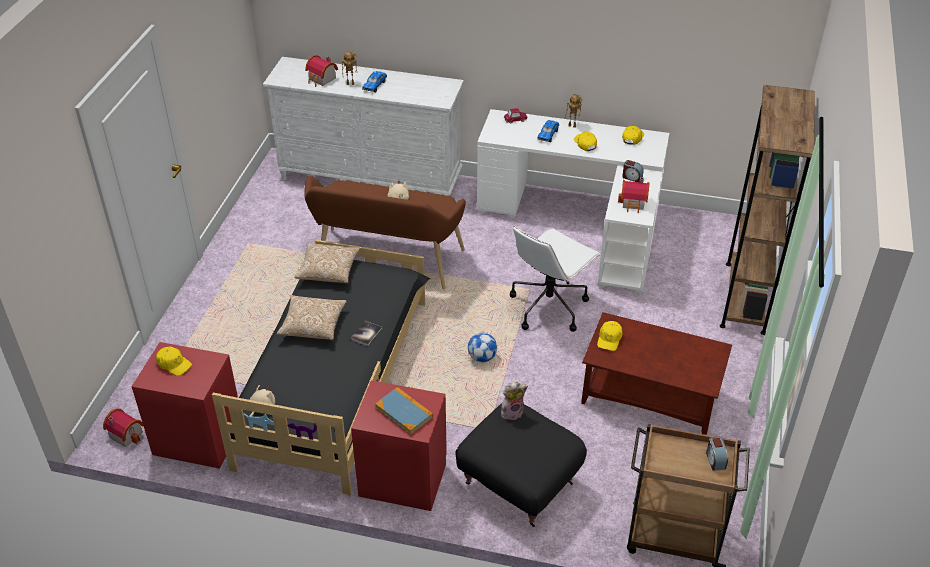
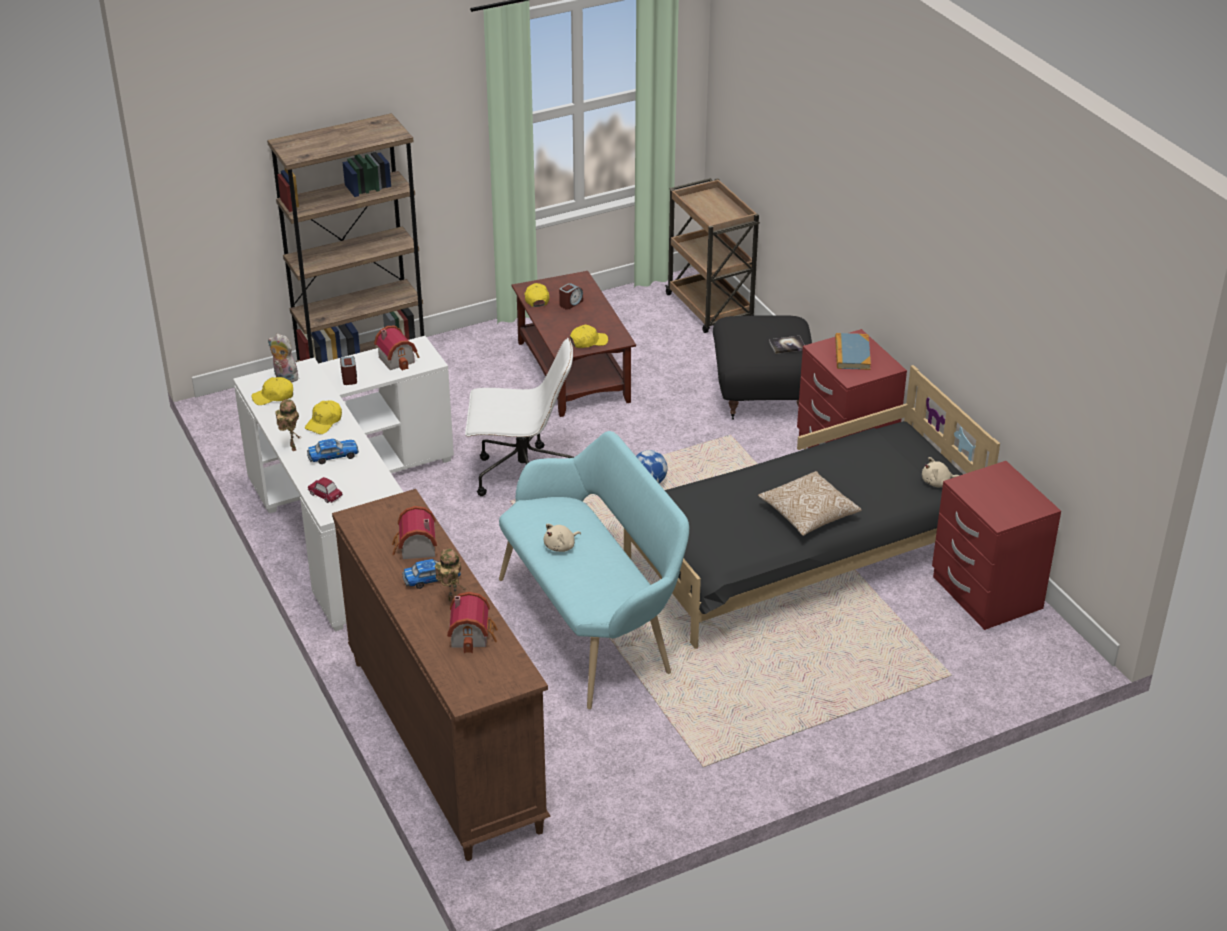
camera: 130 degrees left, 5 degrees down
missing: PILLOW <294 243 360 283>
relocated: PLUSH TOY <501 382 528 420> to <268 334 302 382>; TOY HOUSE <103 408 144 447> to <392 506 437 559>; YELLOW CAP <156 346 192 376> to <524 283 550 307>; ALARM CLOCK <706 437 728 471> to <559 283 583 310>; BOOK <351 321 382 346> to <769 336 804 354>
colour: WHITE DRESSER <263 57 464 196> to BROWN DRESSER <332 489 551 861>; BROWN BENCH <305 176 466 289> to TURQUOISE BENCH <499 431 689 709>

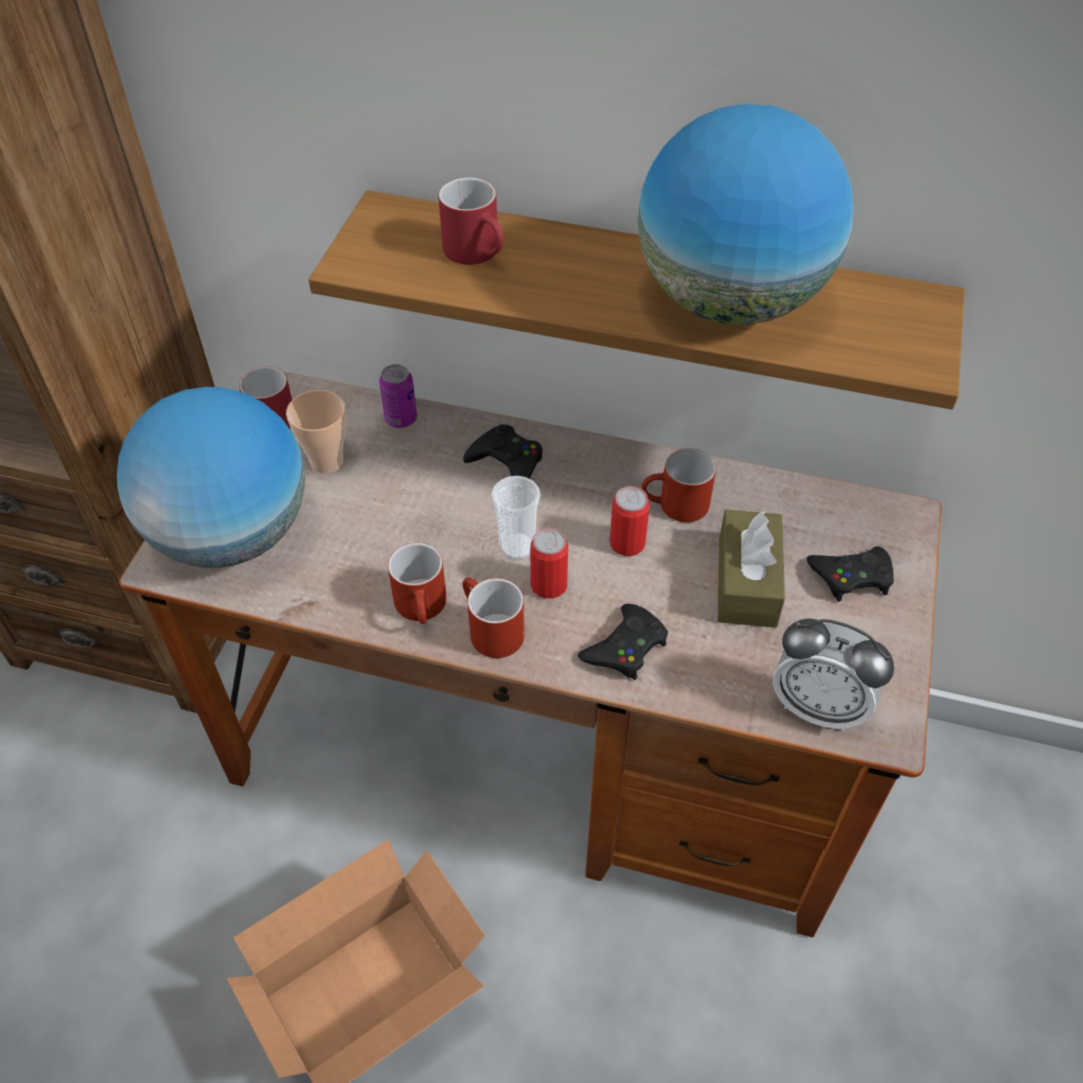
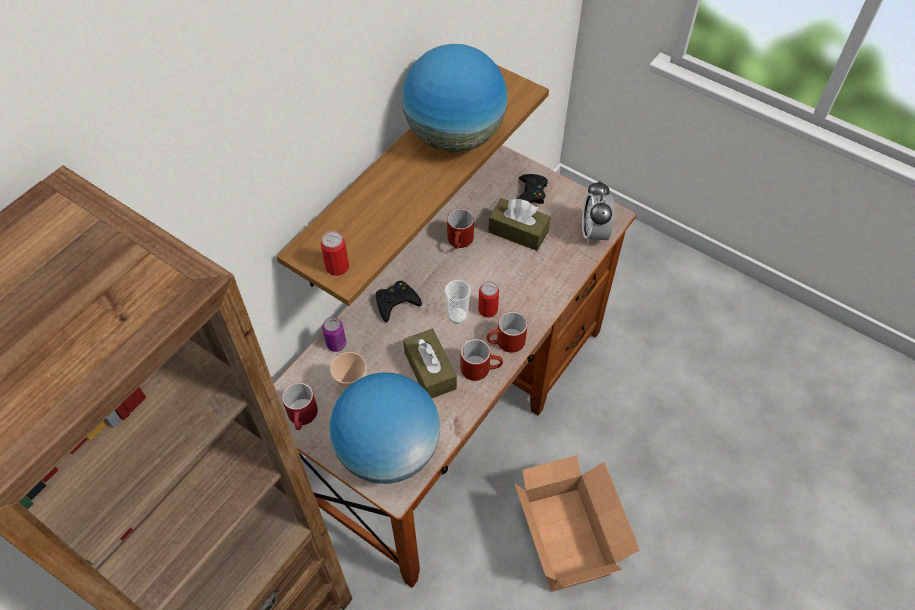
camera: 70 degrees left, 5 degrees up
missing: RED MUG <438 178 504 265>; BLACK GAME CONTROLLER <577 604 668 680>
appeared: BROWN TISSUE BOX <403 329 457 398>
relocated: CAN <610 486 650 556> to <321 231 349 276>
spun: ALARM CLOCK <773 618 894 732> = <582 180 615 244> 135 degrees clockwise

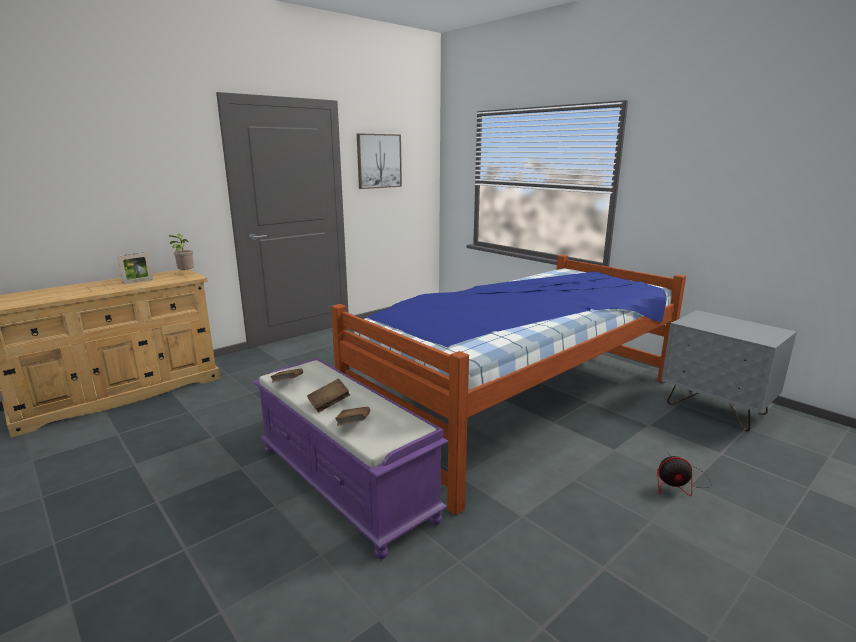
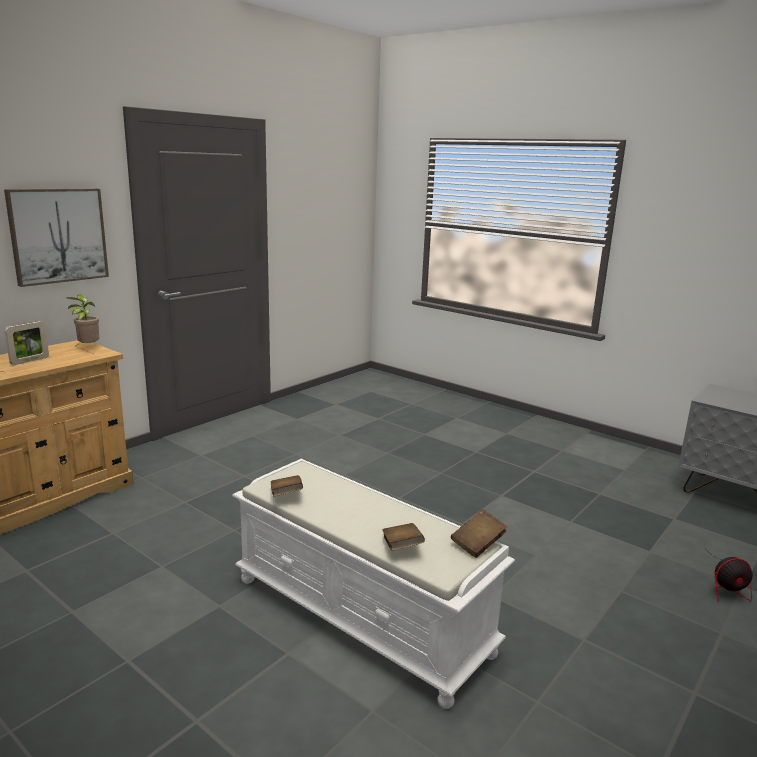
camera: 10 degrees left, 0 degrees up
missing: BED <331 255 686 516>
relocated: PICTURE <357 133 402 189> to <4 189 109 287>; BROWN BOOK <307 378 350 412> to <451 509 508 558>
colour: PURPLE BENCH <253 358 448 559> to WHITE BENCH <232 459 515 709>

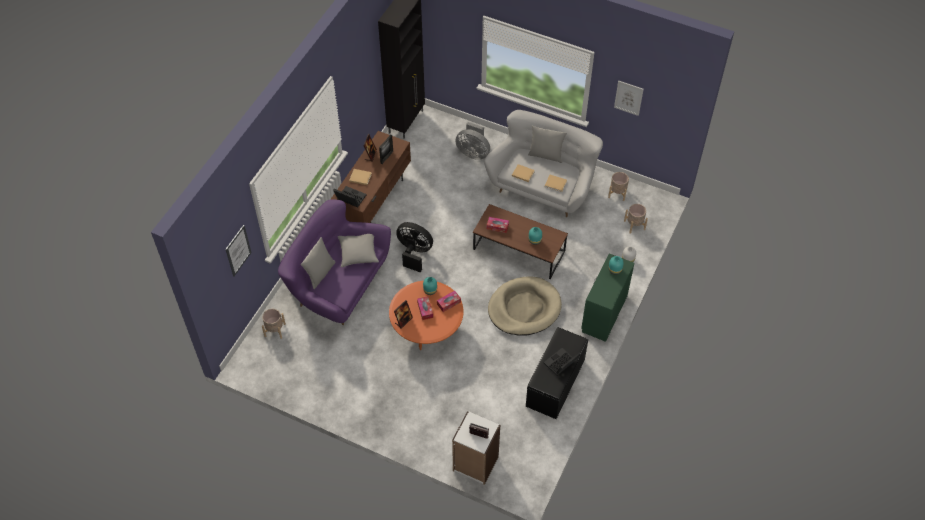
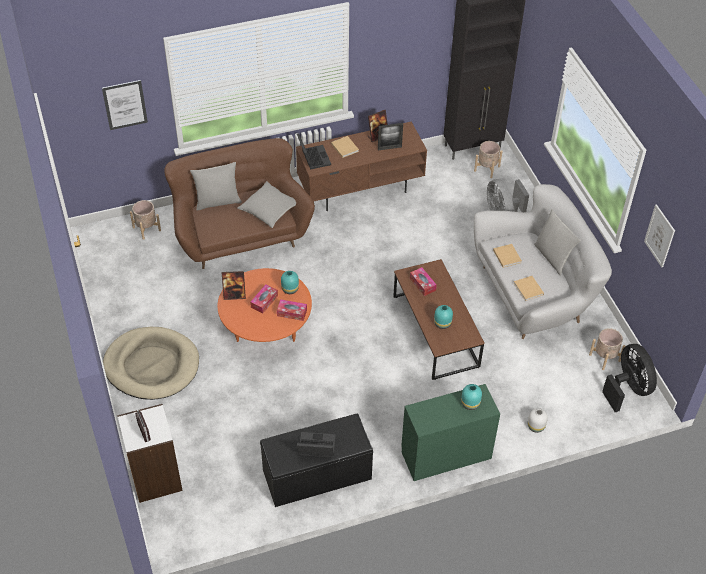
camera: 45 degrees right, 5 degrees down
relocated: BEIGE DOG BED <488 276 562 336> to <103 327 199 400>; BEIGE PLANTER <624 204 648 234> to <474 141 502 178>; BLACK FAN <396 222 433 273> to <602 344 657 412>
colour: PURPLE SOFA <278 199 391 325> to BROWN SOFA <164 138 315 269>

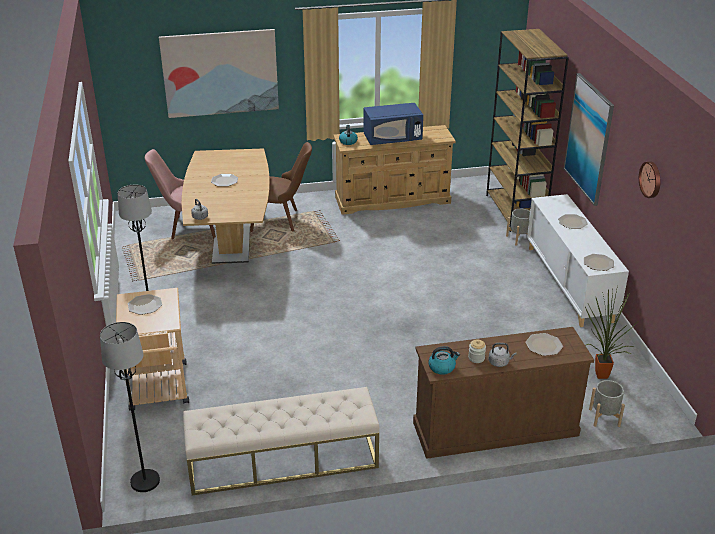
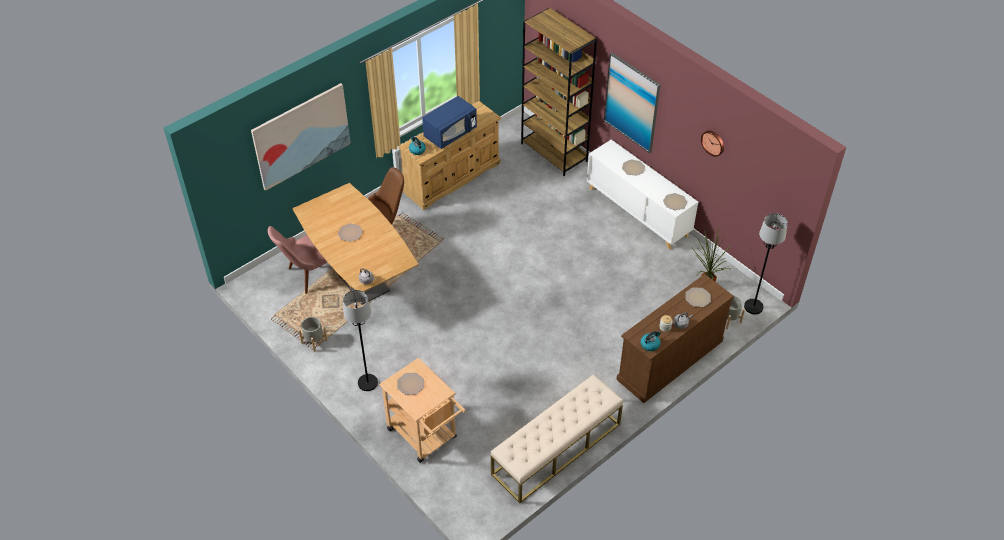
camera: 30 degrees left, 15 degrees up
relocated: GREY PLANTER <506 209 530 246> to <298 317 328 352>; BLACK FLOOR LAMP <100 322 160 492> to <744 213 788 314>

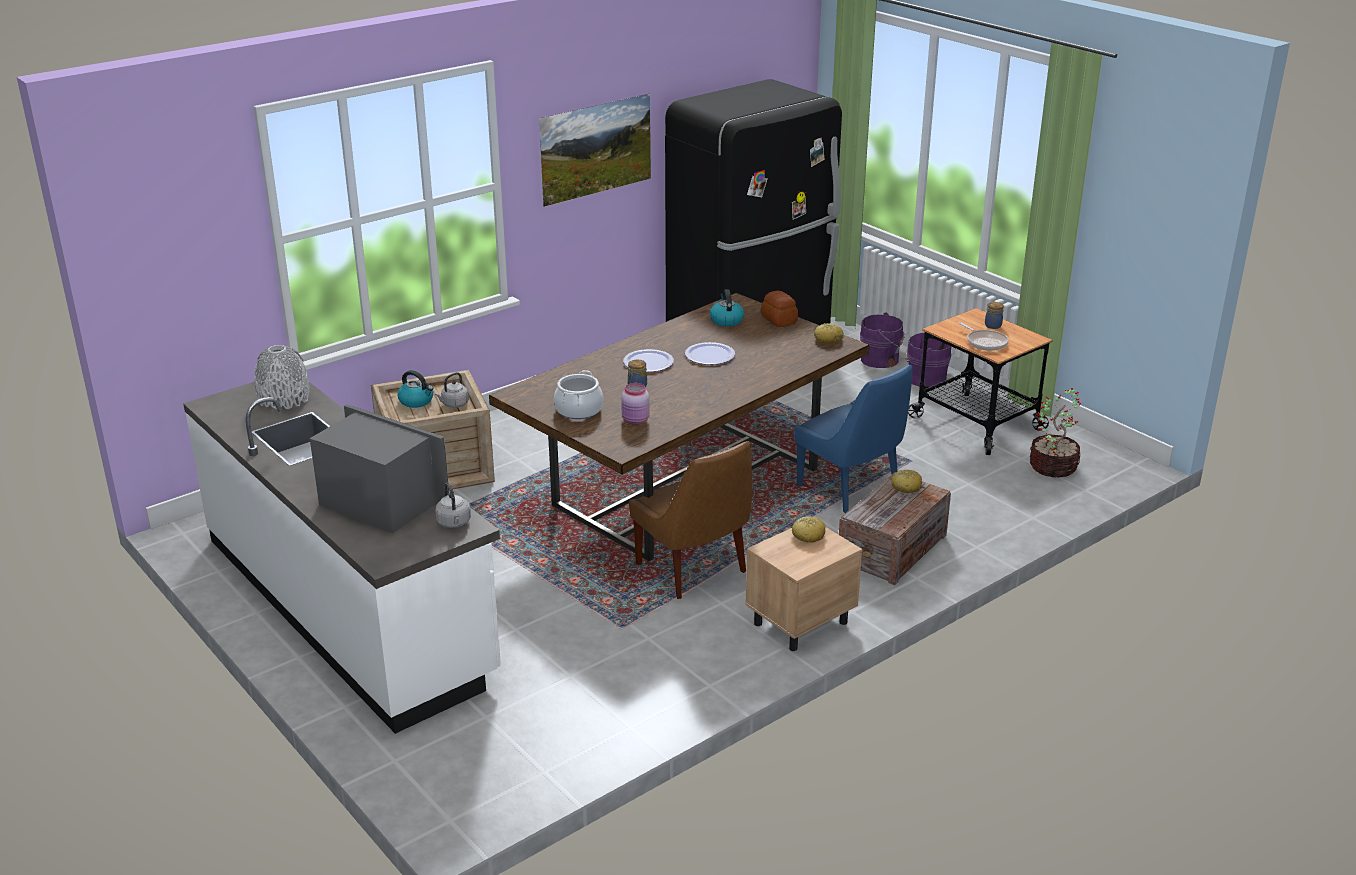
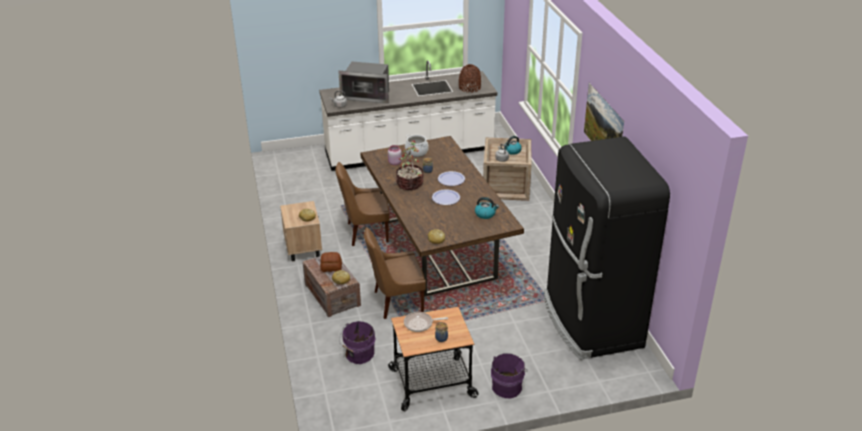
camera: 115 degrees right, 5 degrees up
relocated: BREAD <761 291 798 327> to <320 252 342 272>; PURPLE BUCKET <860 313 904 368> to <339 321 375 364>; POTTED PLANT <1030 388 1081 477> to <396 140 423 190>
colour: BLUE CHAIR <794 364 913 513> to BROWN CHAIR <364 227 426 319>; GREY VASE <254 345 310 410> to BROWN VASE <459 64 481 92>
spun: MICROWAVE <310 404 449 533> = <338 62 389 104> 45 degrees clockwise

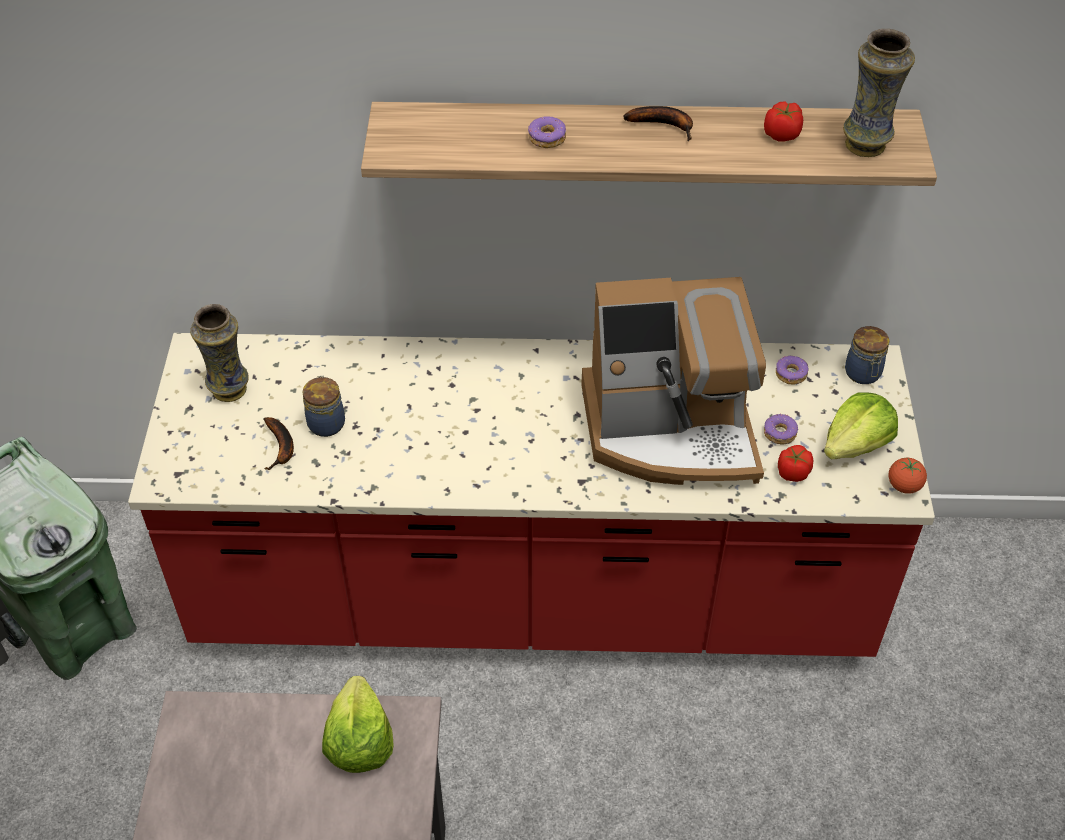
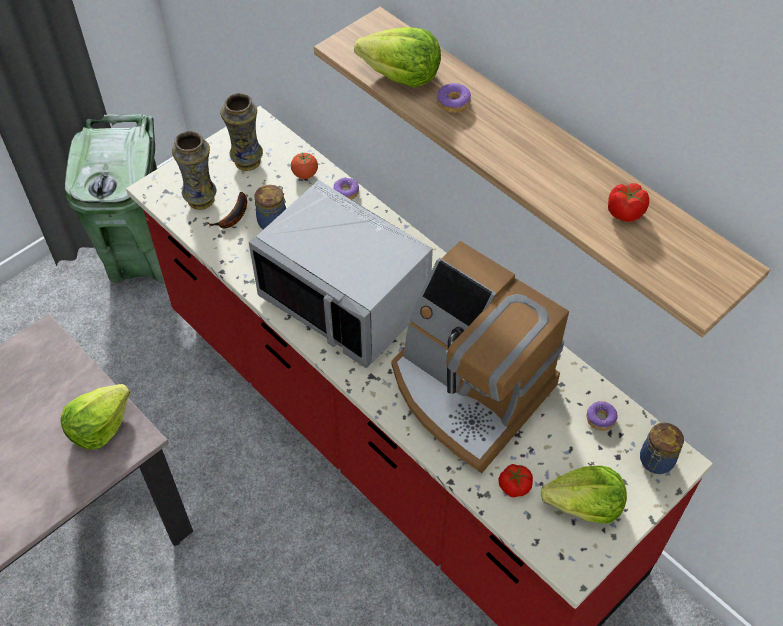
camera: 45 degrees right, 5 degrees up
missing: BANANA <623 106 693 141>
appeared: GREY MICROWAVE <249 180 433 368>; LETTUCE <354 27 441 88>
relocated: VASE <843 29 915 157> to <172 131 216 210>; TOMATO <889 458 927 494> to <291 153 318 179>; DONUT <764 414 798 445> to <333 178 359 200>

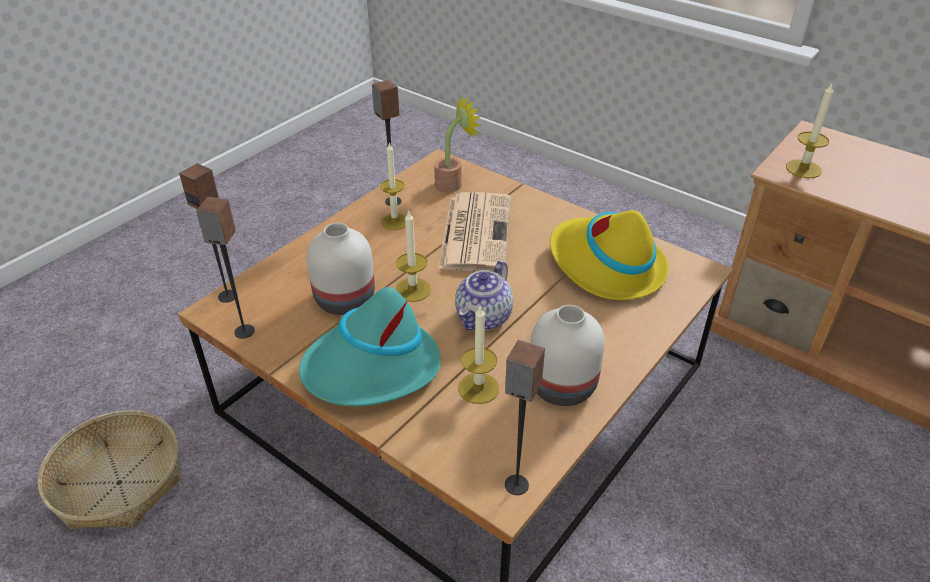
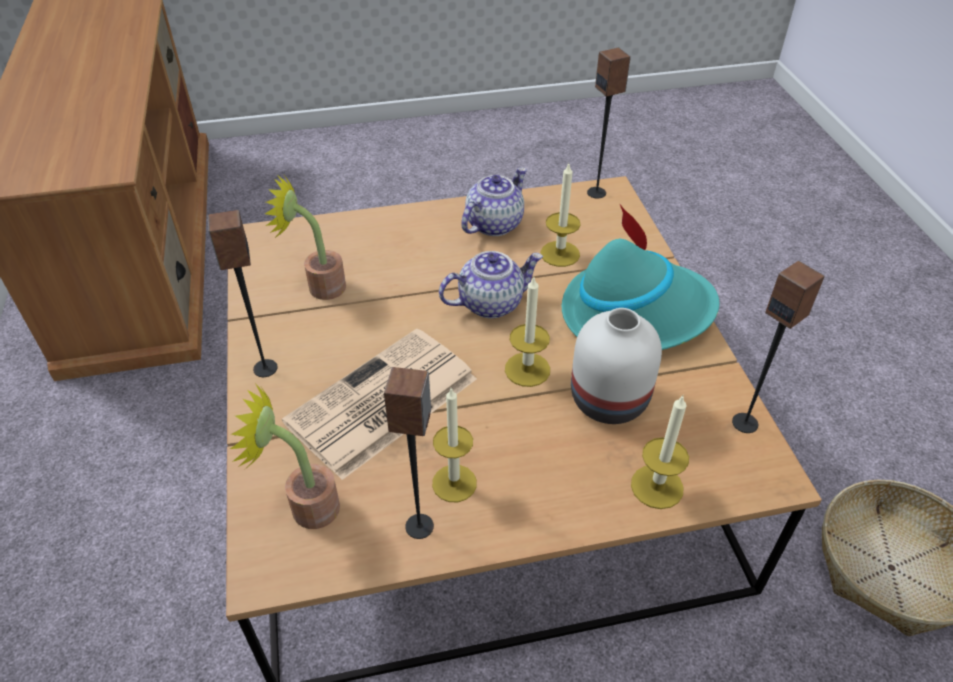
camera: 140 degrees left, 5 degrees up
relocated: SPEAKER <179 163 235 303> to <208 210 278 377>; CANDLE <786 83 833 178> to <631 395 689 509>
exchanged: YELLOW HAT <550 210 669 300> to POTTED PLANT <265 175 346 300>; WHITE VASE <531 305 605 406> to TEAPOT <461 167 527 236>

